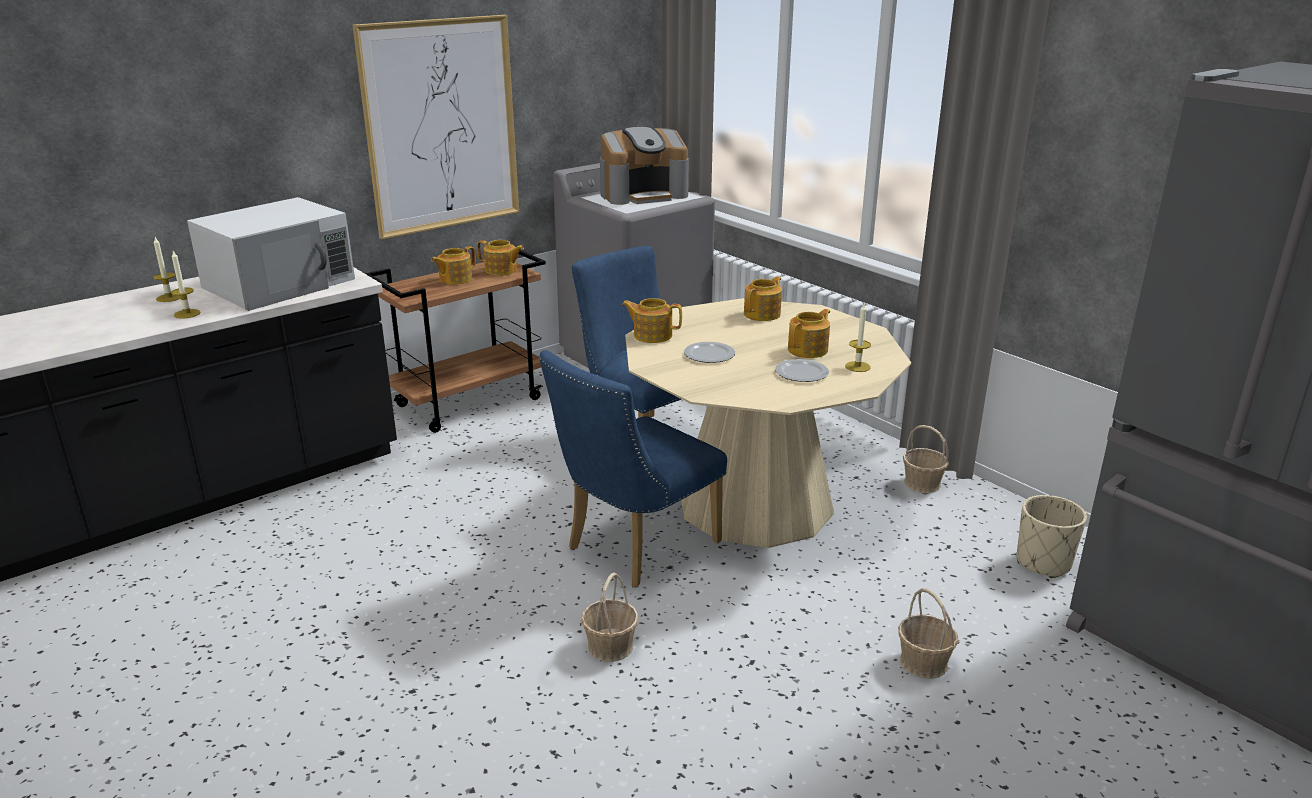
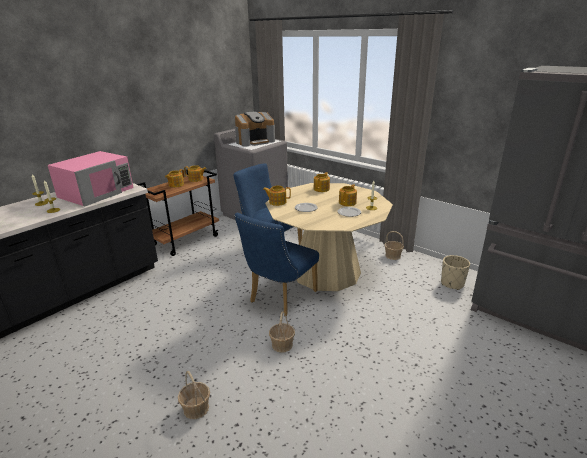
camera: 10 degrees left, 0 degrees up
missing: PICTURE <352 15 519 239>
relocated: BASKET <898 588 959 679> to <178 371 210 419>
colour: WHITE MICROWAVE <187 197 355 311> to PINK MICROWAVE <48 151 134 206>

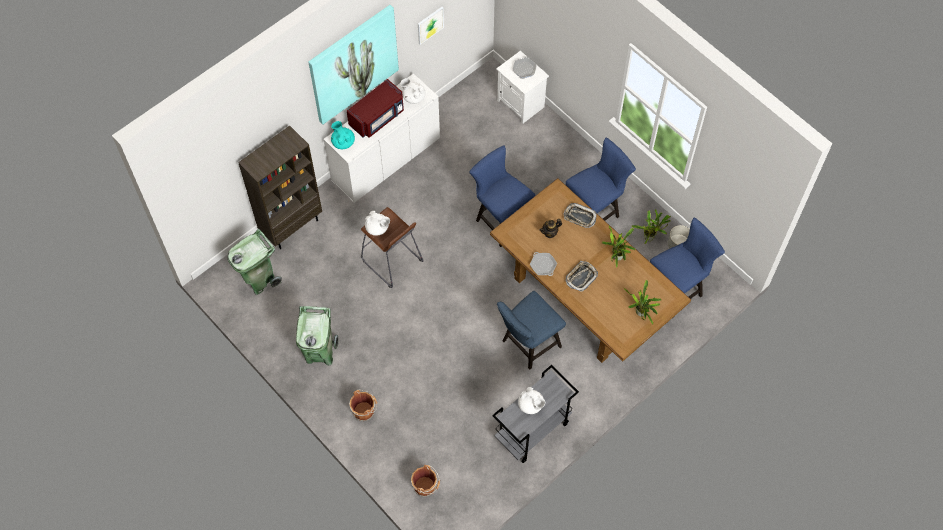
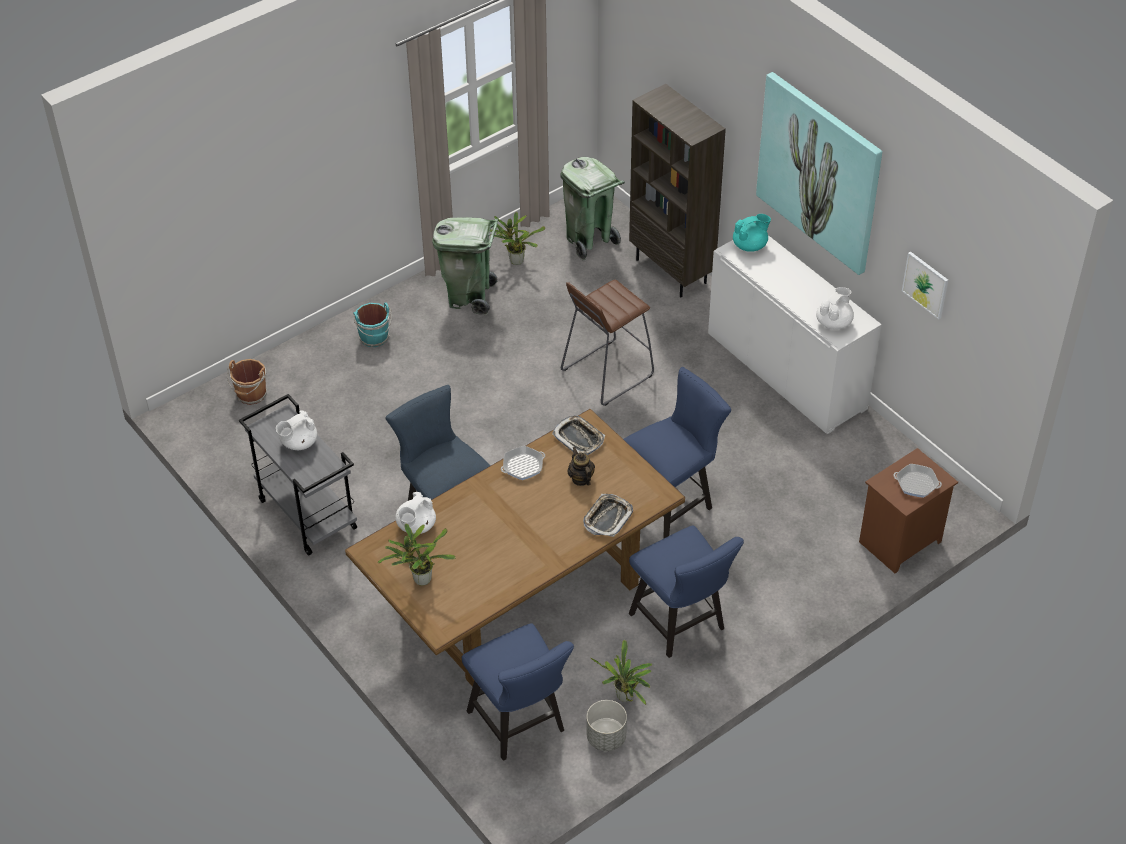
camera: 95 degrees right, 15 degrees down
missing: RED MICROWAVE <347 79 404 138>
relocated: WHITE TEAPOT <365 211 390 236> to <395 492 436 534>; POTTED PLANT <602 226 635 268> to <490 212 545 265>; TRAY <565 261 598 292> to <552 416 605 455>
colour: BROWN BUCKET <349 390 377 421> to TURQUOISE BUCKET <353 303 392 347>; WHITE NIGHTSTAND <496 51 549 123> to BROWN NIGHTSTAND <859 448 958 573>

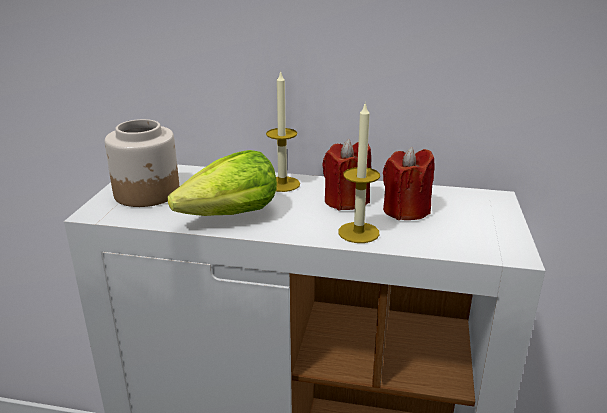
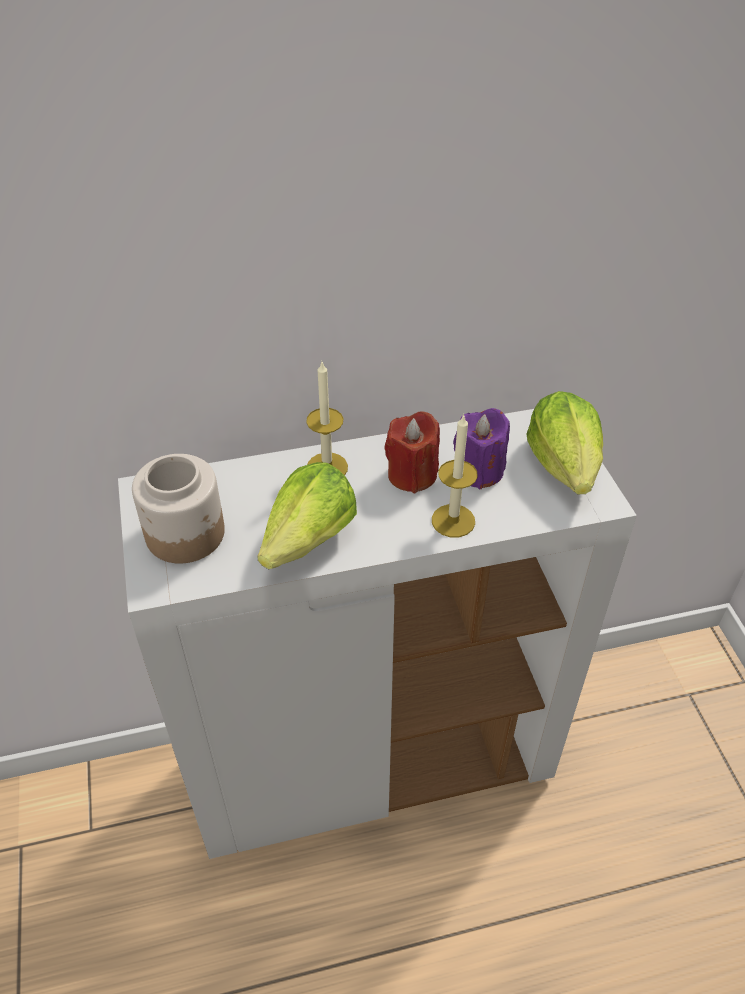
camera: 25 degrees left, 20 degrees up
appeared: LETTUCE <526 391 603 494>
colour: RED CANDLE <383 147 434 220> to PURPLE CANDLE <453 408 510 489>

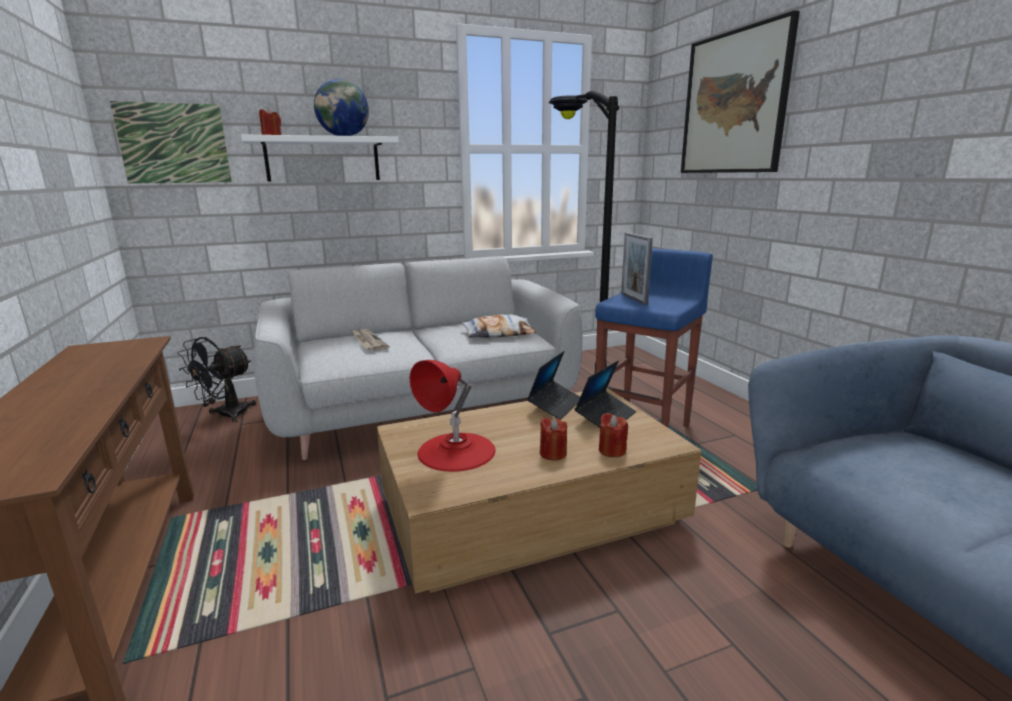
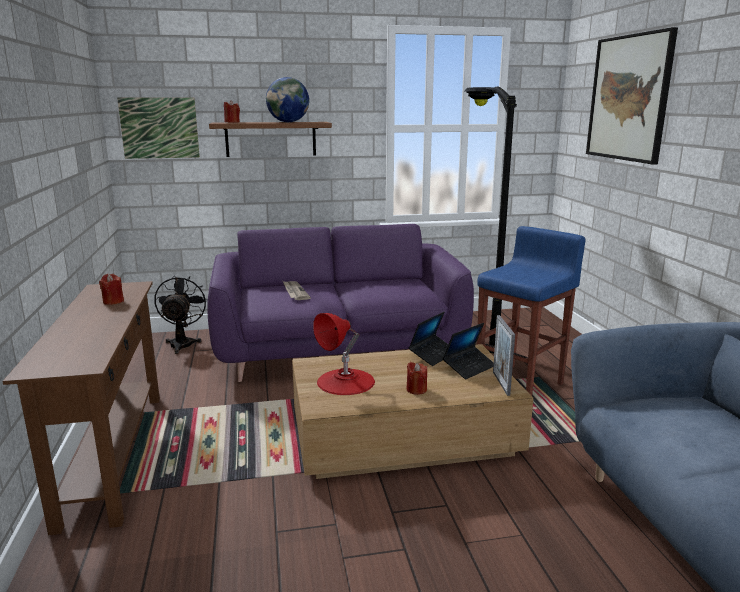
camera: 10 degrees right, 0 degrees up
missing: PILLOW <461 314 536 338>
relocated: RED CANDLE <599 413 628 457> to <99 274 124 305>; PICTURE FRAME <621 232 653 305> to <493 315 515 396>
colour: GREY SOFA <254 256 582 460> to PURPLE SOFA <207 224 474 382>; WHITE SHELF <241 134 399 182> to BROWN SHELF <209 122 332 157>
spun: BLACK FAN <178 337 256 422> = <154 276 208 354> 135 degrees clockwise

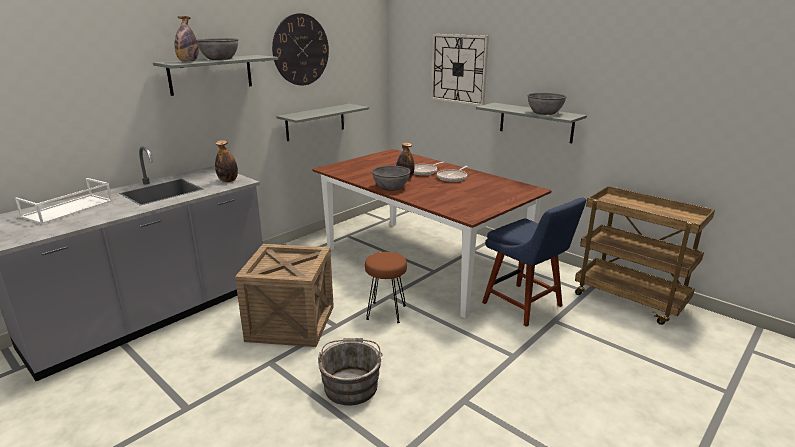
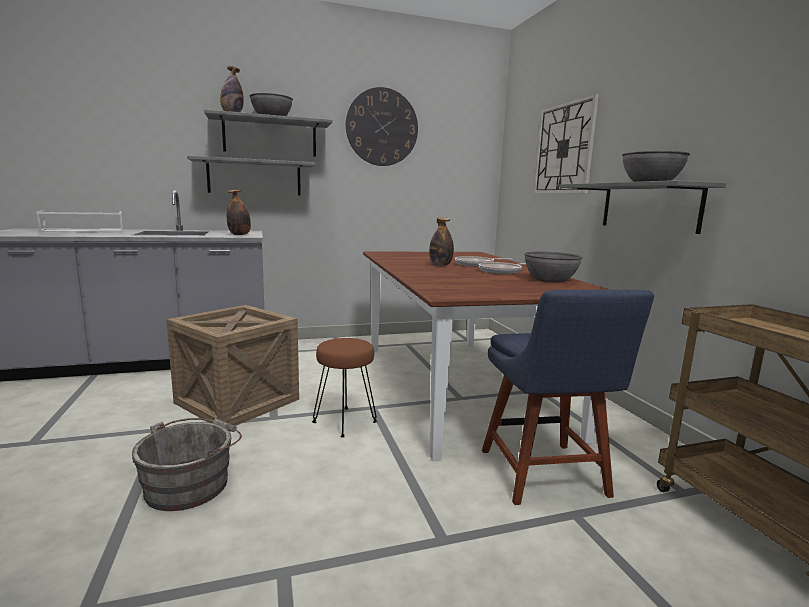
camera: 30 degrees right, 10 degrees down
relocated: GREY SHELF <276 104 369 141> to <187 156 316 196>; GREY BOWL <372 165 411 191> to <524 251 583 282>

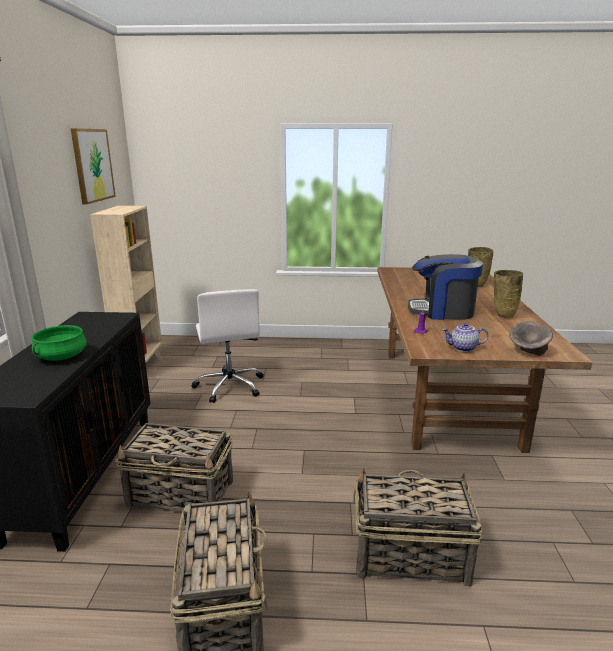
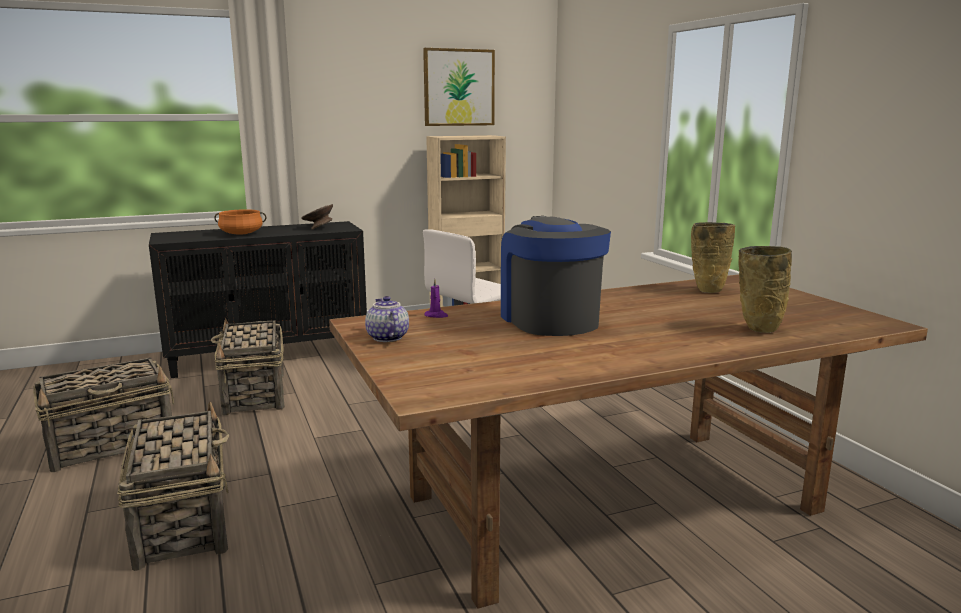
camera: 65 degrees right, 5 degrees down
relocated: GREY BOWL <509 321 553 356> to <301 204 333 230>; BEIGE VASE <494 270 523 318> to <691 222 735 293>
colour: GREEN COOKING POT <32 325 87 361> to ORANGE COOKING POT <214 209 267 235>

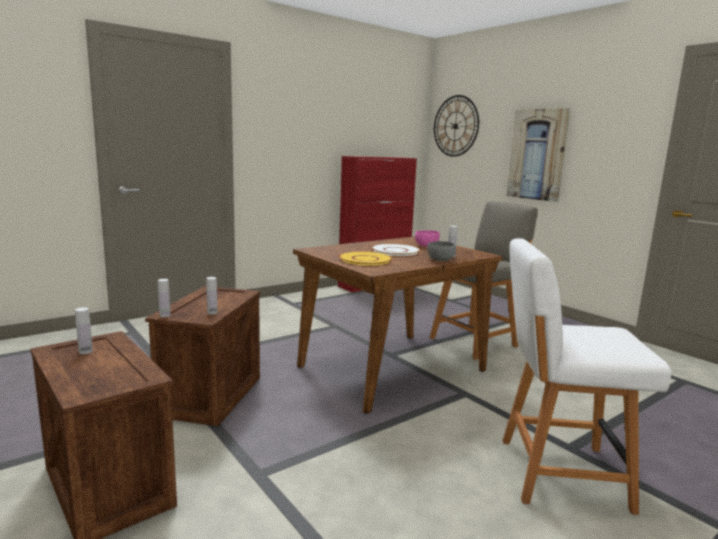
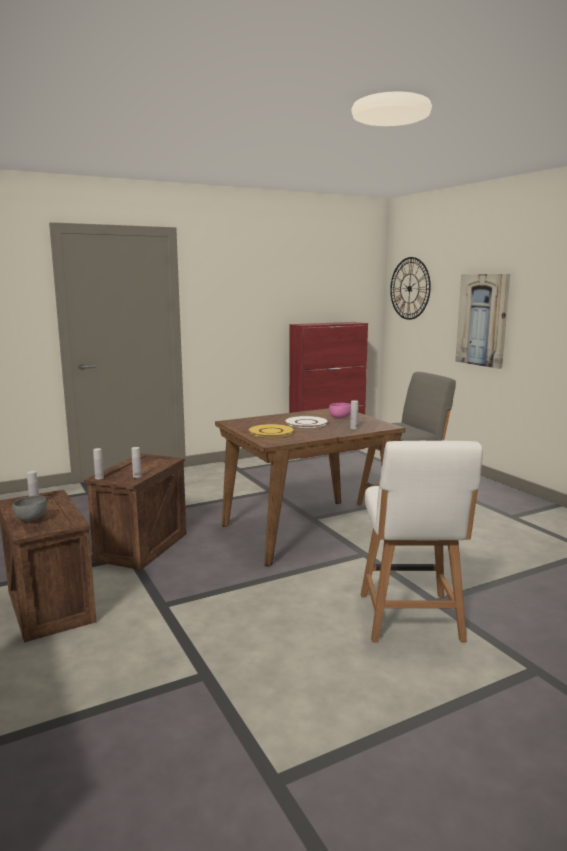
camera: 10 degrees right, 0 degrees up
relocated: GREY BOWL <427 241 456 261> to <12 495 47 521>
spun: WHITE CHAIR <502 238 671 515> = <361 441 483 642> 105 degrees counterclockwise

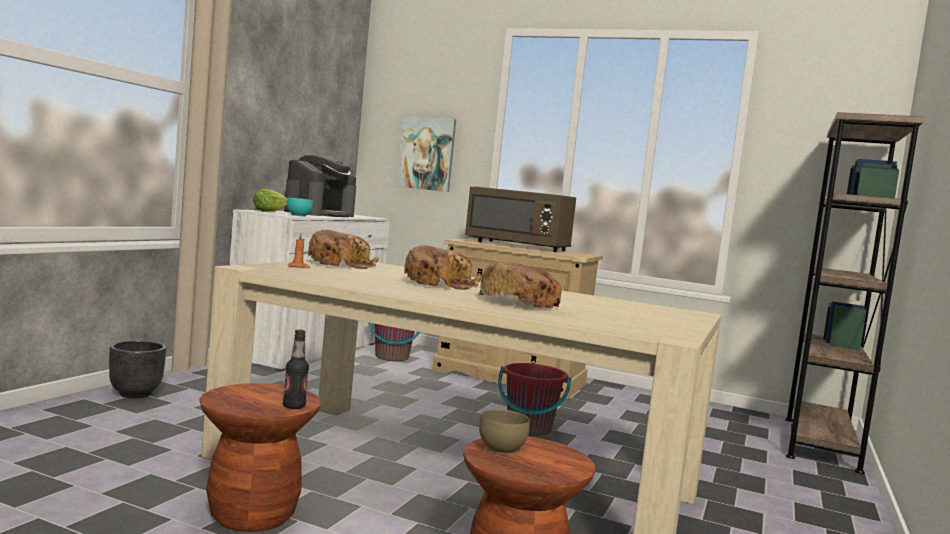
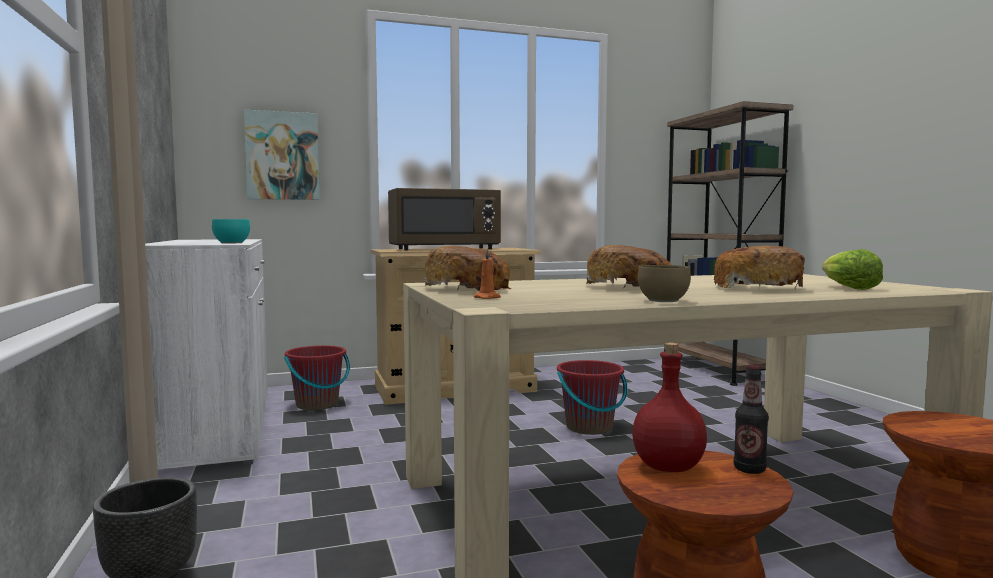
camera: 40 degrees left, 0 degrees up
missing: COFFEE MACHINE <284 155 356 217>
appeared: RED BOTTLE <632 342 707 472>
relocated: BROWN BOWL <479 409 529 454> to <638 265 691 302>; LETTUCE <253 189 288 212> to <822 249 883 290>

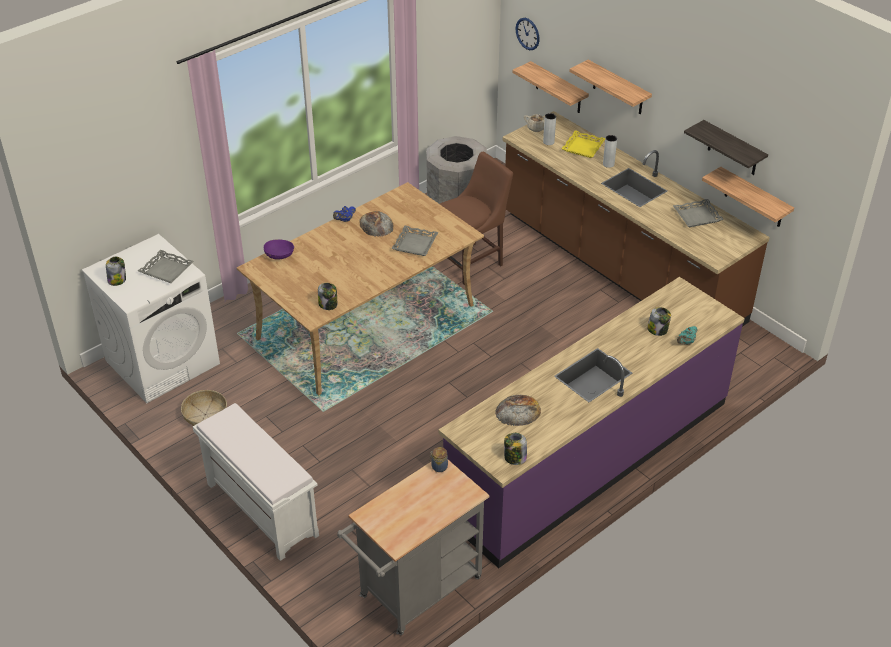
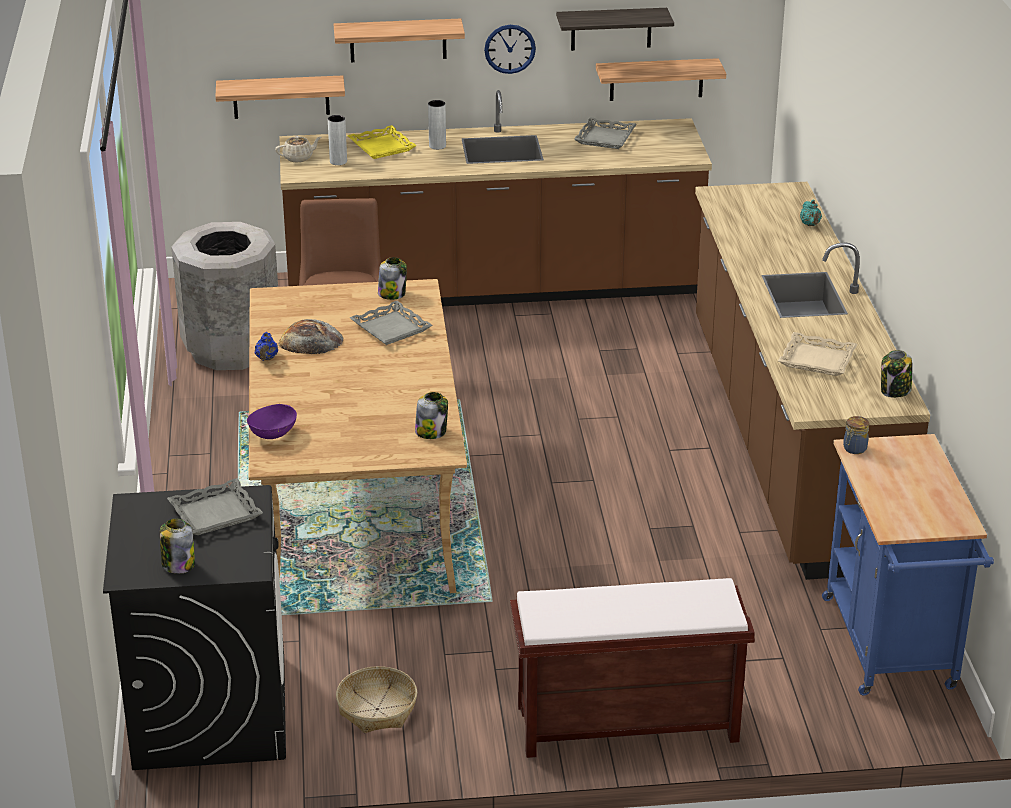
camera: 55 degrees left, 10 degrees down
relocated: JAR <647 307 671 336> to <378 257 407 300>; WALL CLOCK <515 18 540 50> to <484 25 536 74>
exchanged: BREAD <495 395 541 426> to BEIGE TRAY <778 332 857 376>
colour: WHITE WASHING MACHINE <82 234 220 403> to BLACK WASHING MACHINE <103 485 286 770>; WHITE BENCH <193 403 319 561> to BROWN BENCH <510 578 755 758>; PURPLE COUNTER <439 277 745 568> to BROWN COUNTER <695 182 930 580>; GREY CART <337 460 490 635> to BLUE CART <822 434 994 696>

